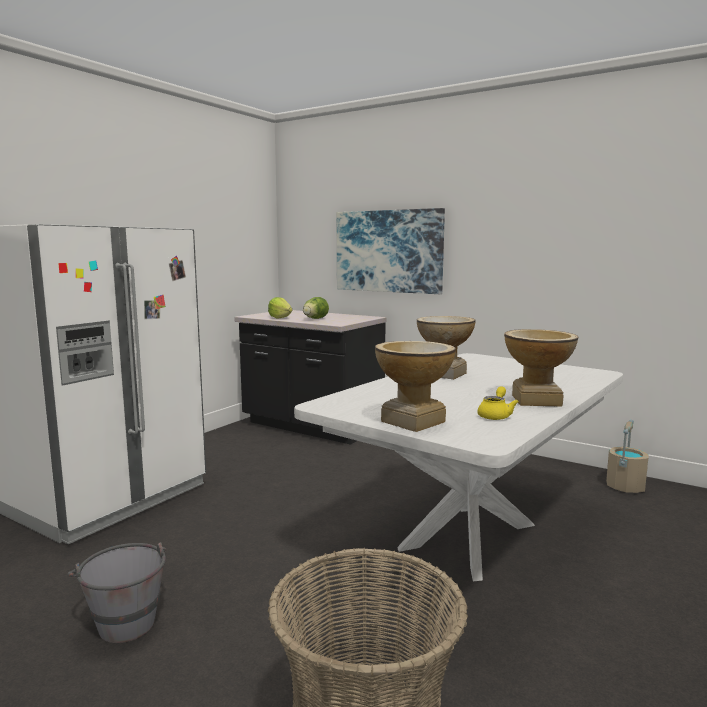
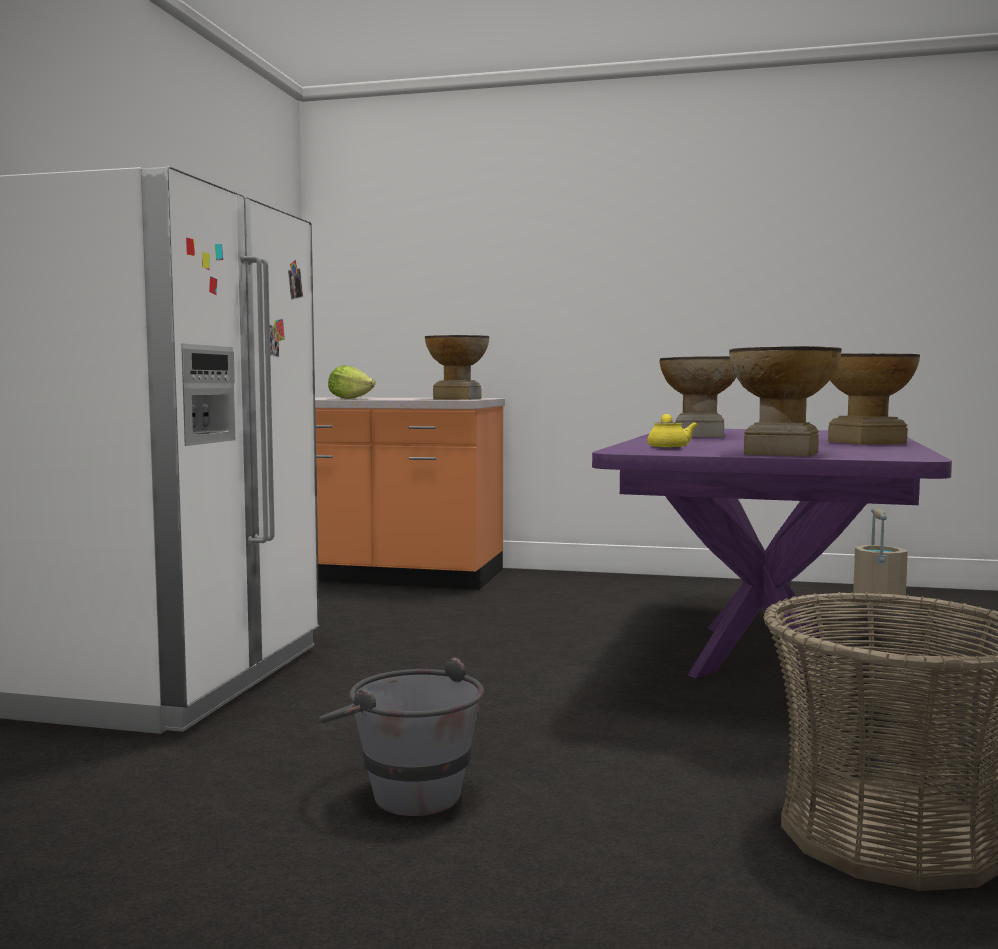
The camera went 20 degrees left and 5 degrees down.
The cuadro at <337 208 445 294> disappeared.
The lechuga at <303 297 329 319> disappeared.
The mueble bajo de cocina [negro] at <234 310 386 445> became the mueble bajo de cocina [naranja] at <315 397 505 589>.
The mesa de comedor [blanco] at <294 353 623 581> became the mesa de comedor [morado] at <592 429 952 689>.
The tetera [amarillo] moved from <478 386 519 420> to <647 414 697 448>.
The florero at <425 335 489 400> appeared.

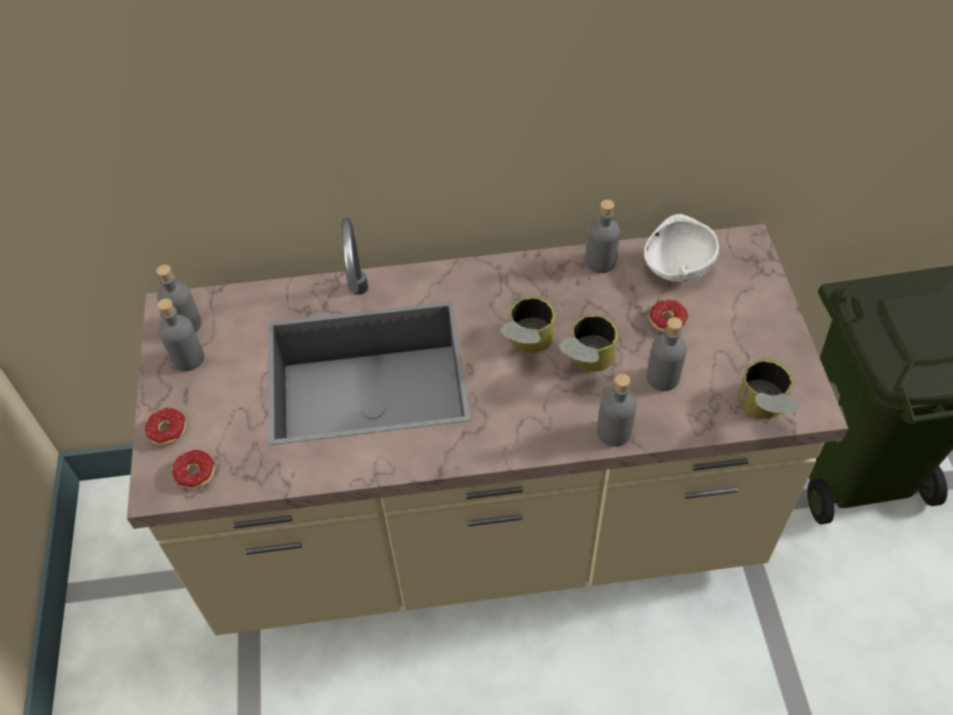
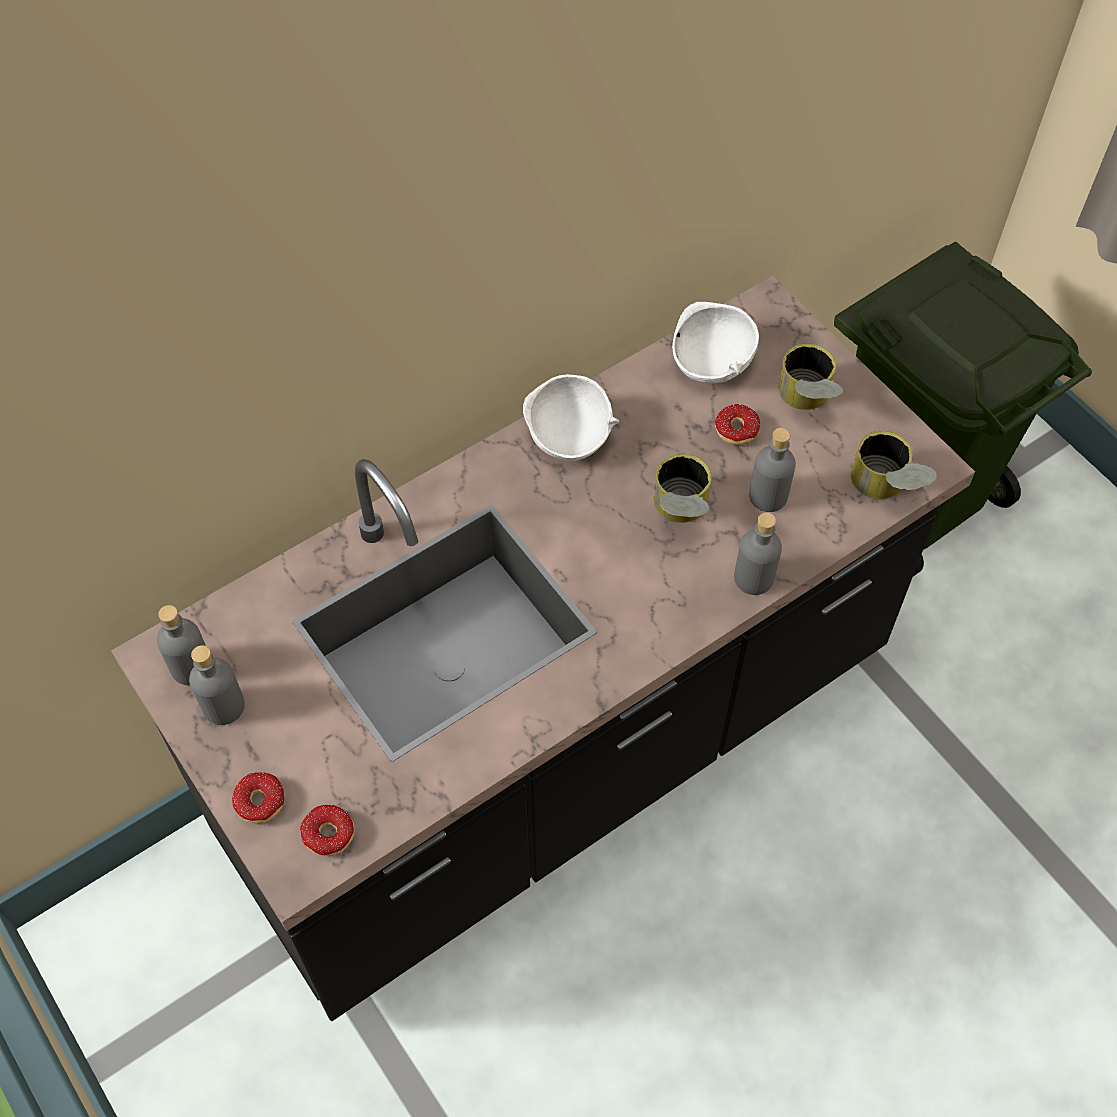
The camera went 30 degrees left and 5 degrees up.
The botella [gris] at <586 200 620 273> disappeared.
The mueble bajo de cocina [beis] at <127 218 849 635> became the mueble bajo de cocina [negro] at <111 276 975 1021>.
The lata moved from <500 296 556 353> to <778 343 843 410>.
The cuenco [blanco] at <523 374 620 461> appeared.

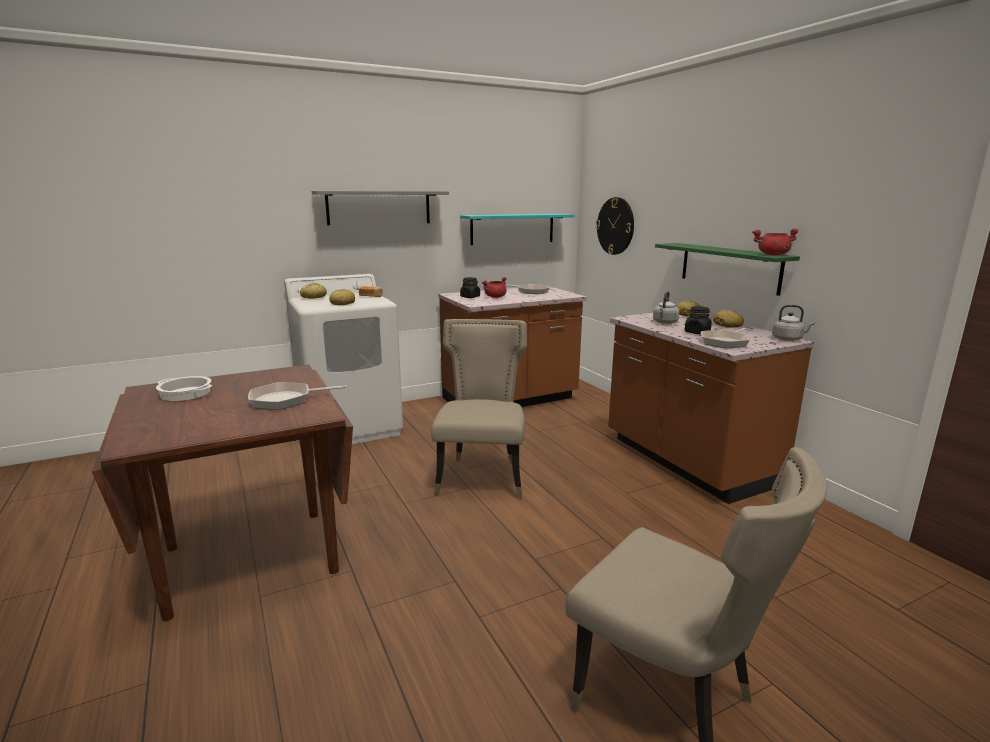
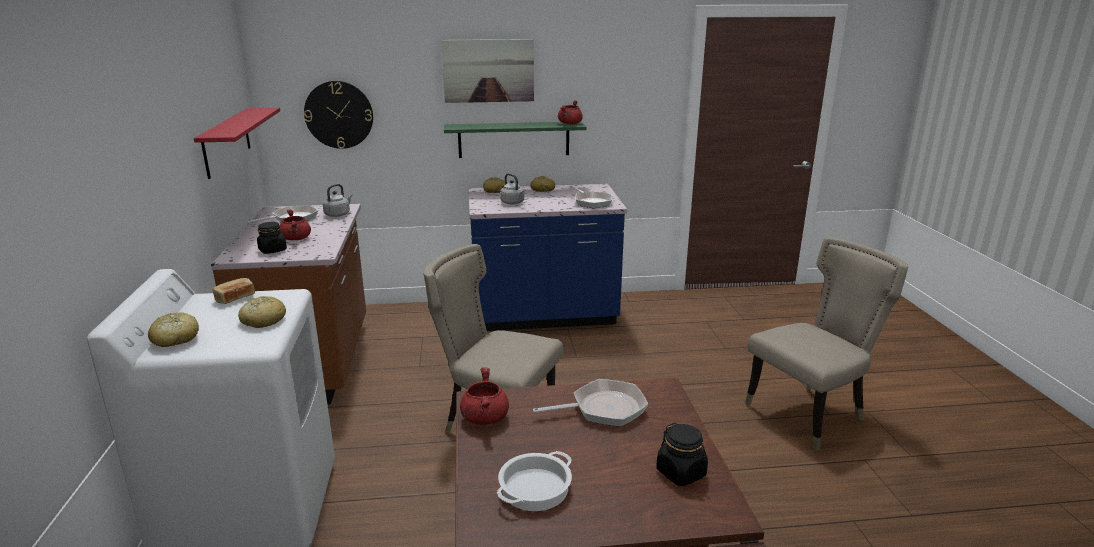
The camera went 70 degrees left and 5 degrees up.
The estante [gris] at <312 191 449 225> disappeared.
The estante [turquesa] at <460 214 575 245> became the estante [rojo] at <194 108 280 179>.
The hervidor [gris] moved from <772 305 815 341> to <323 184 353 217>.
The tarro [negro] moved from <685 306 712 334> to <656 423 708 486>.
The mueble bajo de cocina [marrón] at <608 313 814 504> became the mueble bajo de cocina [azul] at <468 184 627 331>.
The sartén at <248 382 346 410> turned 105 degrees counterclockwise.
The cuadro at <441 39 534 103> appeared.
The olla [rojo] at <460 367 509 425> appeared.

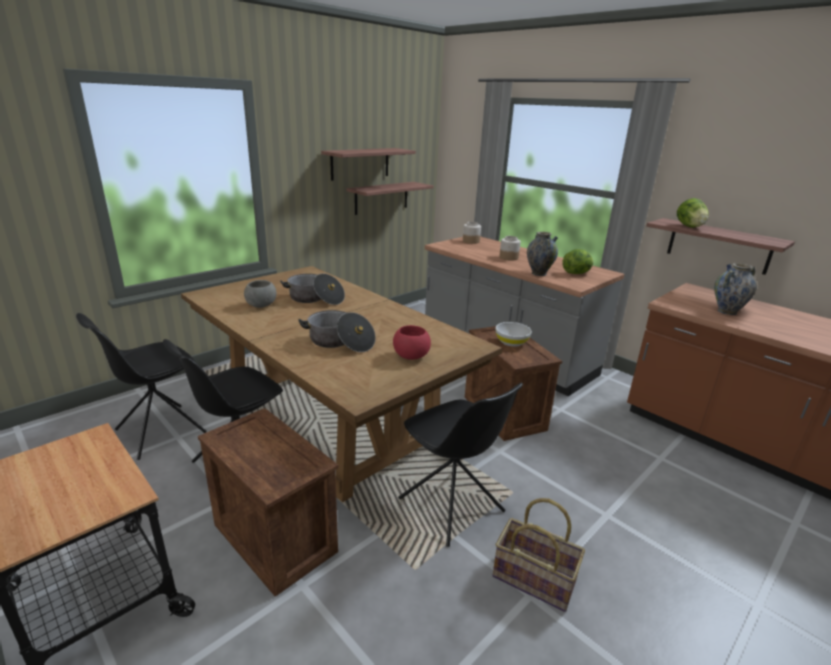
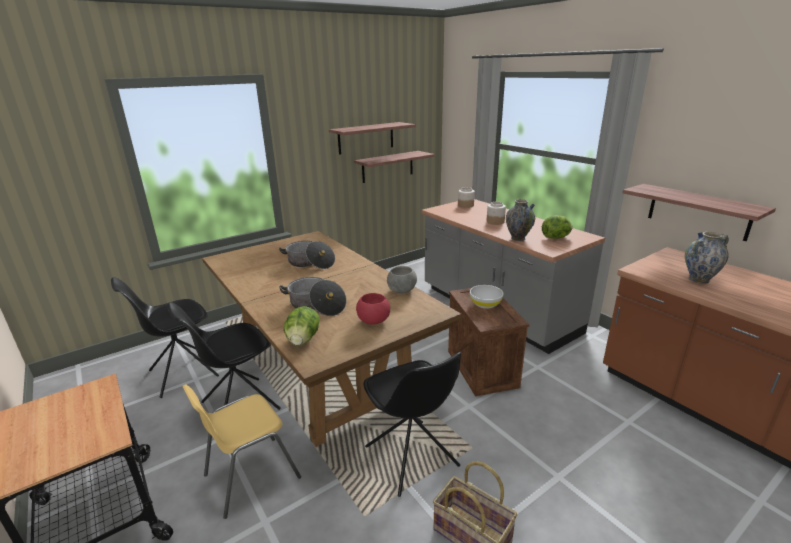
The camera went 10 degrees right and 0 degrees up.
The lechuga moved from <677 198 709 228> to <284 306 320 346>.
The cuenco [gris] moved from <244 280 276 308> to <387 266 417 294>.
The caja de embalaje at <198 408 339 597> was replaced by the silla [amarillo] at <182 384 301 519>.

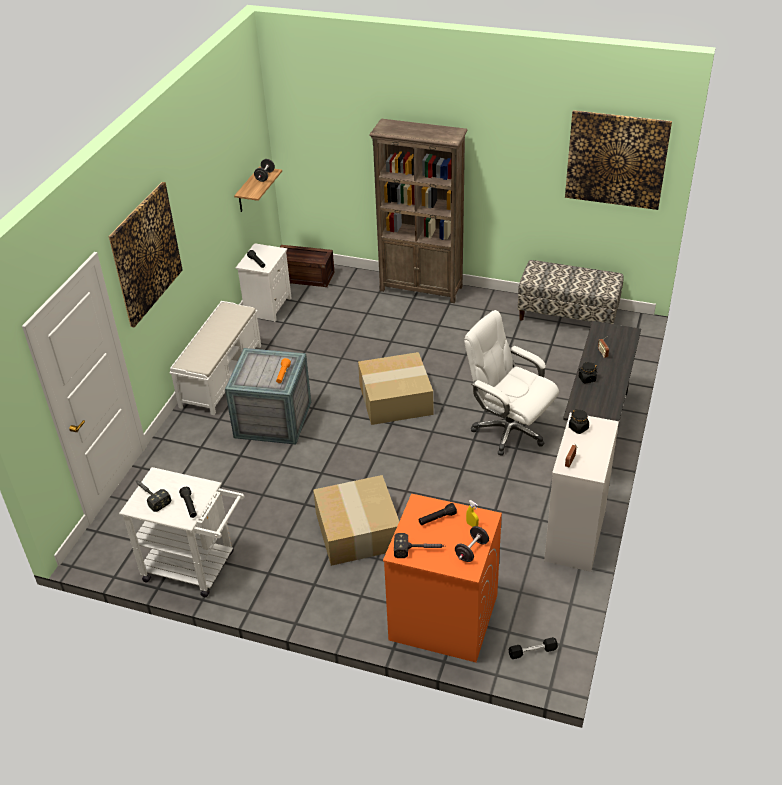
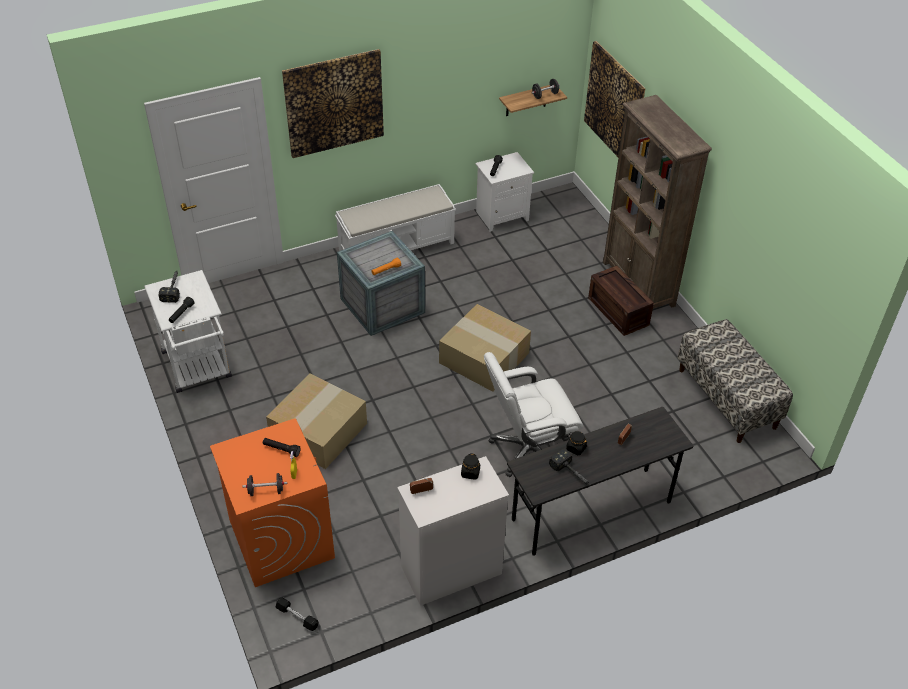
The camera went 45 degrees right and 5 degrees up.
The cuadro moved from <565 110 672 210> to <584 41 646 157>.
The caja de embalaje moved from <280 245 334 287> to <588 266 654 336>.
The silla de oficina [blanco] at <464 310 559 456> turned 105 degrees counterclockwise.
The martillo moved from <394 533 446 558> to <549 449 590 484>.

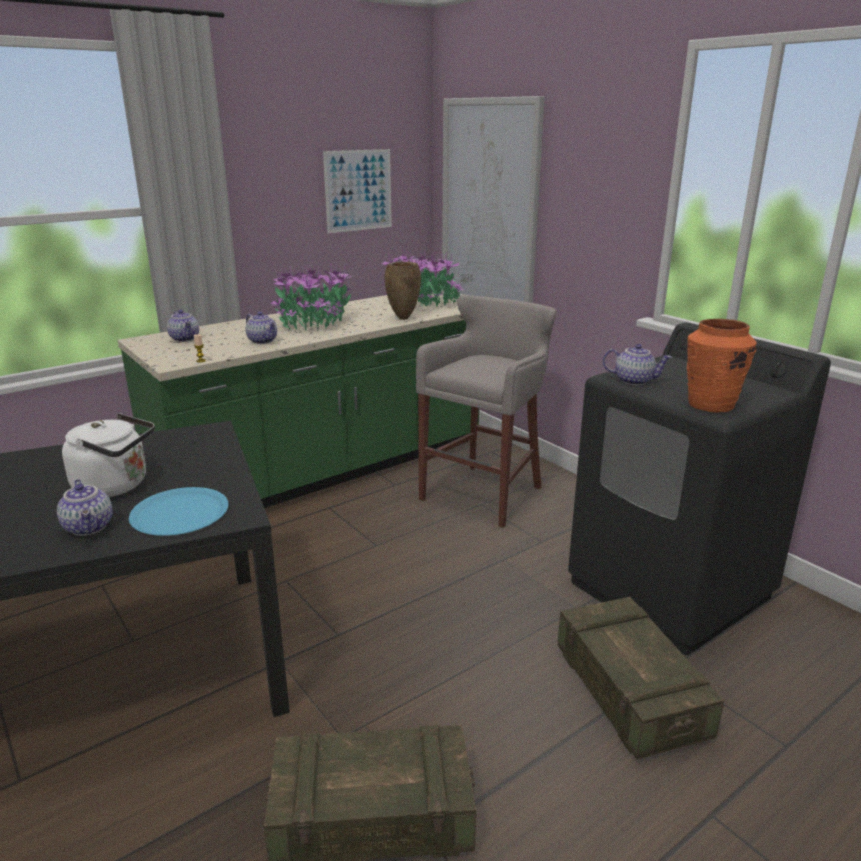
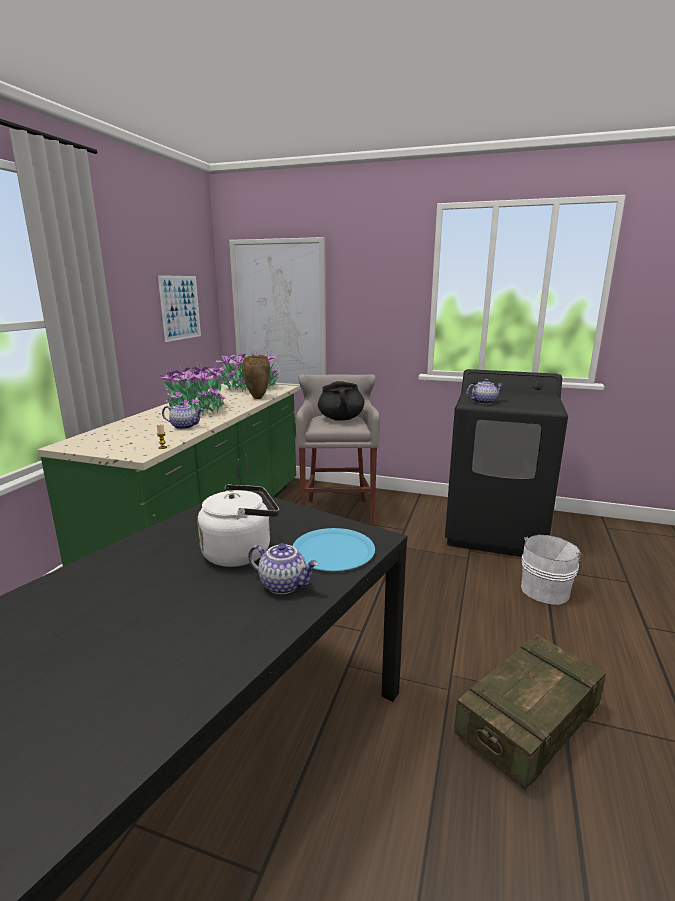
The camera went 35 degrees left and 5 degrees down.
The tetera at <167 310 199 342> disappeared.
The florero [naranja] at <687 319 757 413> disappeared.
The caja de embalaje at <558 597 724 759> was replaced by the cubo [blanco] at <521 535 584 605>.
The olla [negro] at <318 381 364 421> appeared.

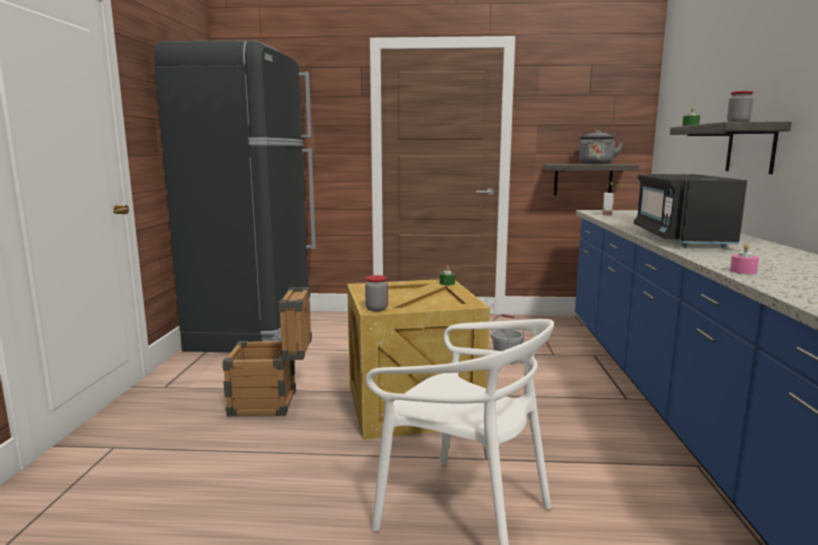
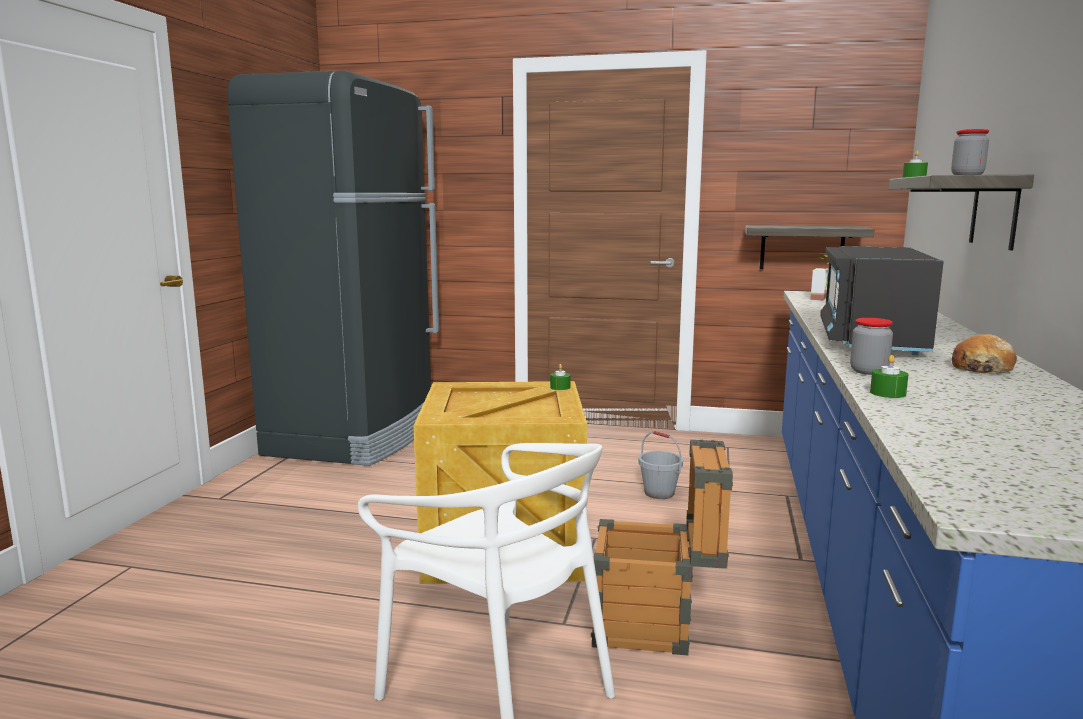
The camera went 10 degrees right and 0 degrees up.
The hervidor [gris] at <579 130 623 164> disappeared.
The vela [rosa] at <730 244 759 274> became the vela [verde] at <870 355 908 398>.
The tarro moved from <365 275 388 311> to <850 318 893 375>.
The caja de embalaje moved from <222 287 312 417> to <591 440 733 655>.
The pan at <952 334 1017 374> appeared.

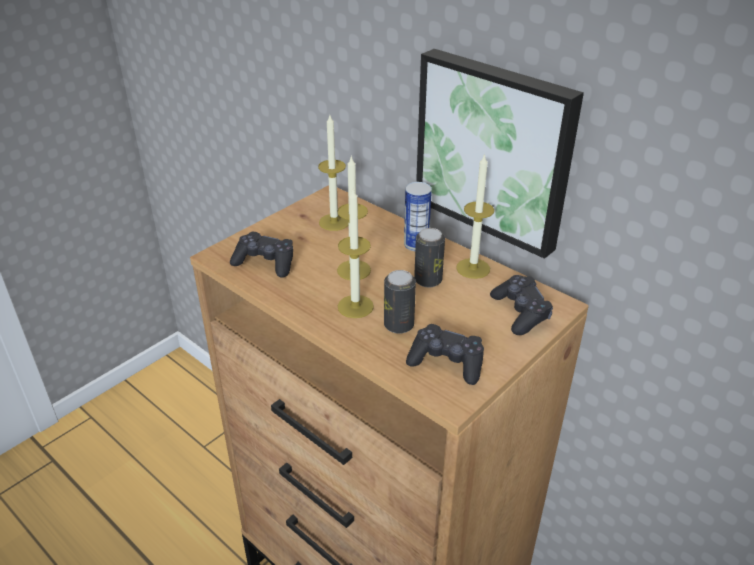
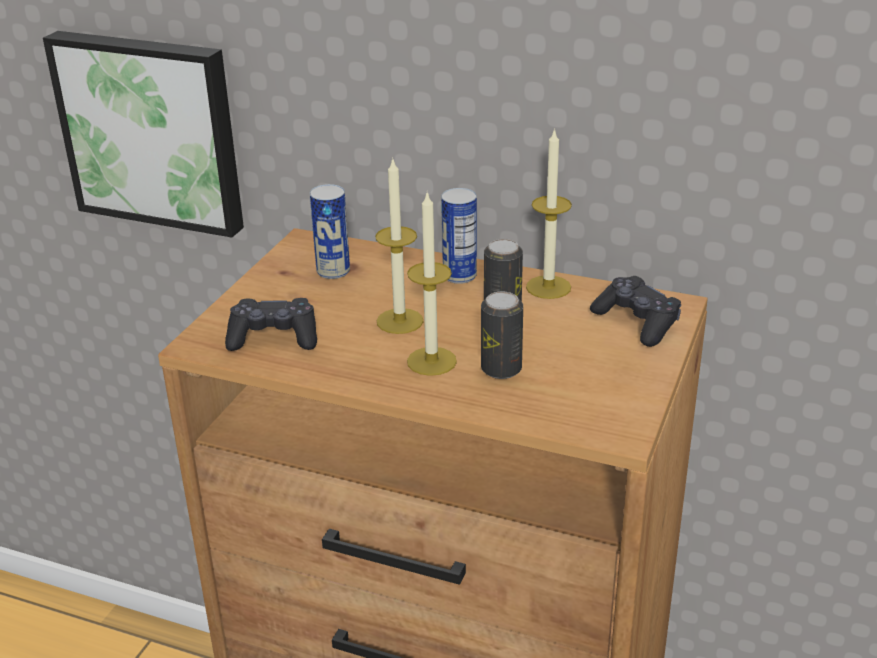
The camera went 20 degrees left and 5 degrees down.
The cuadro moved from <416 49 584 259> to <43 31 244 238>.
The vela at <318 115 348 231> was replaced by the lata at <310 184 350 279>.
The mando de consola [negro] at <406 324 484 385> disappeared.

